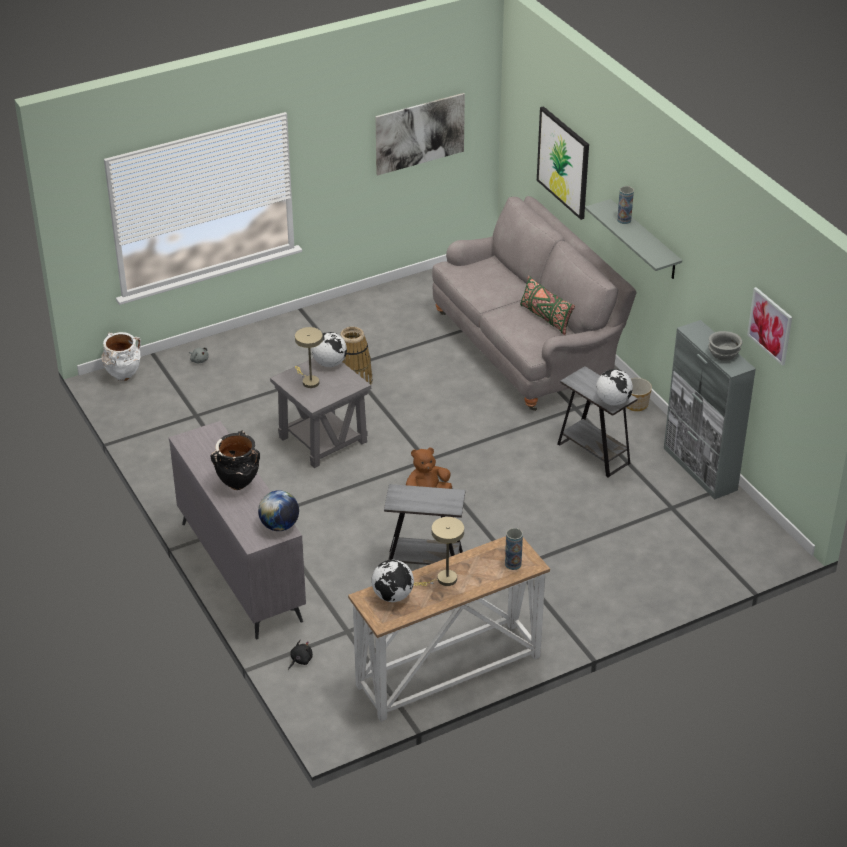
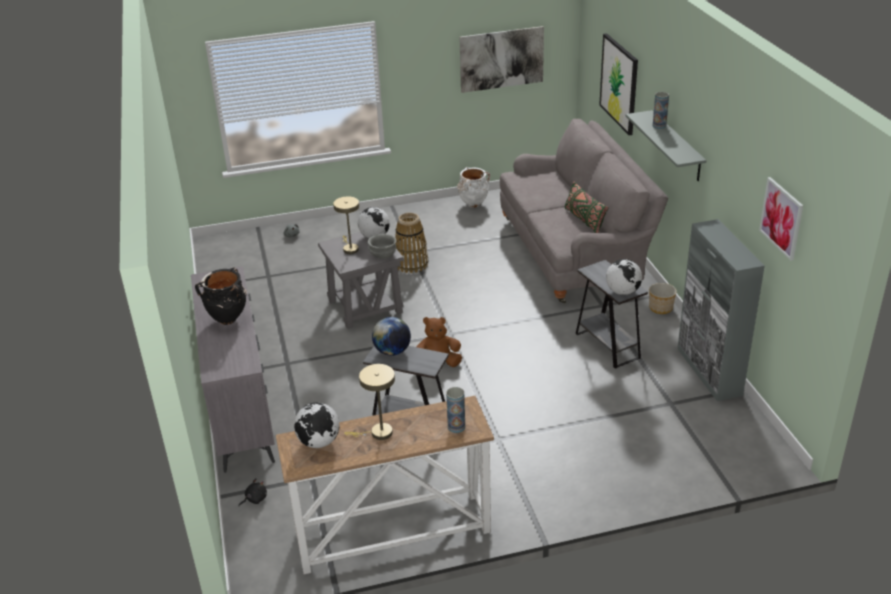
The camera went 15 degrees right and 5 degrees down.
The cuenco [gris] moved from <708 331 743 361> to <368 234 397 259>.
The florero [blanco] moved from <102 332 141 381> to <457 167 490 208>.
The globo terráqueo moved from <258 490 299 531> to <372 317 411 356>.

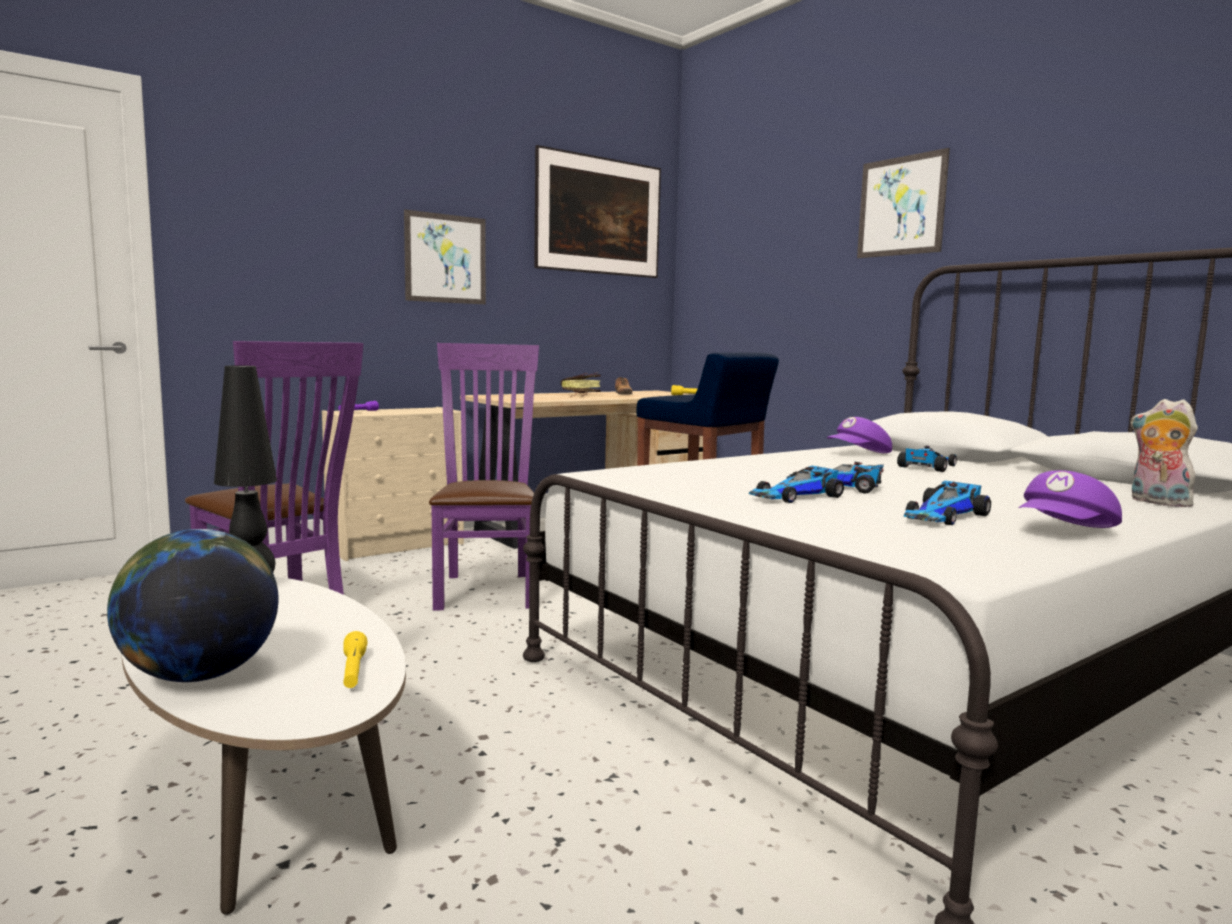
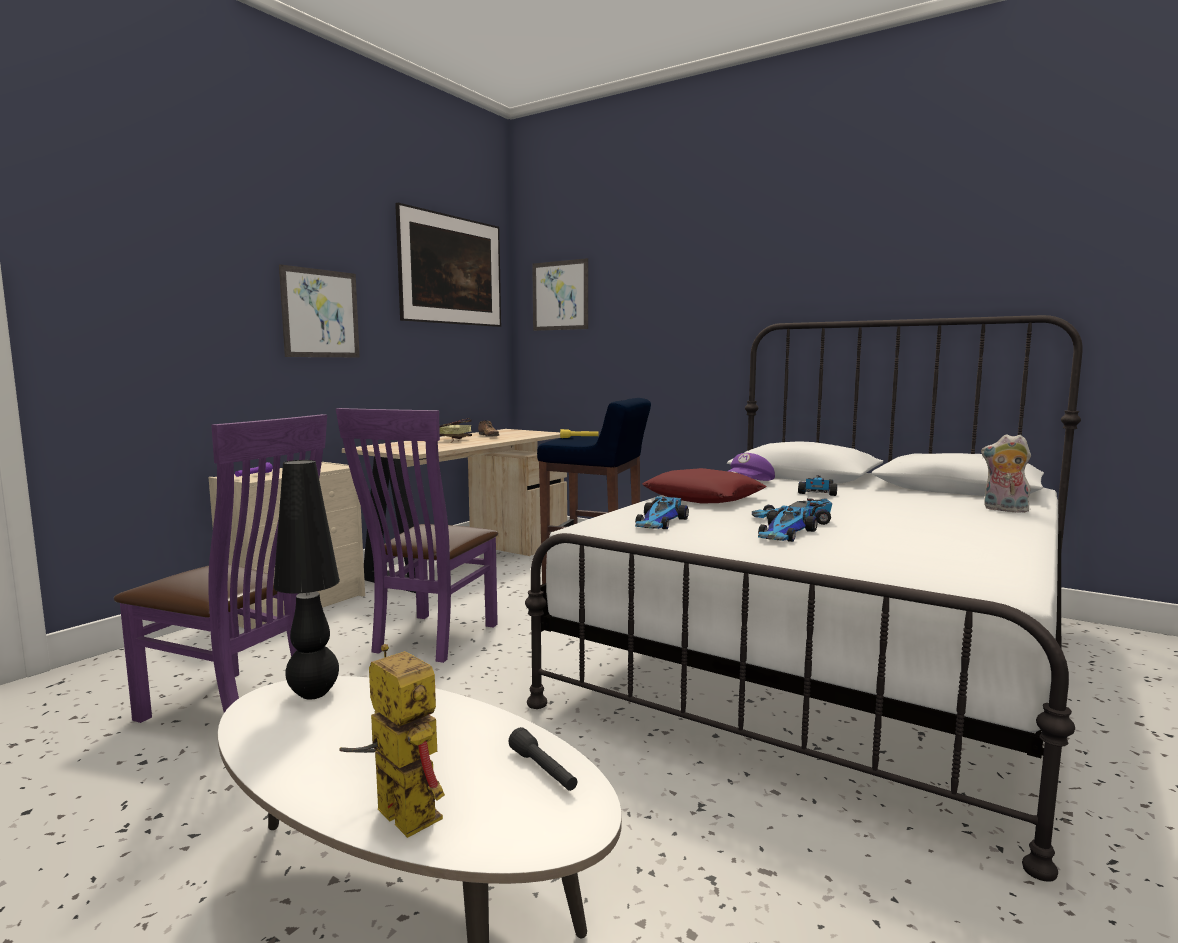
The camera went 20 degrees left and 0 degrees up.
The cuadro moved from <857 148 950 258> to <532 258 588 331>.
The silla [morado] at <429 343 539 611> turned 135 degrees counterclockwise.
The gorra [morado] at <1019 470 1122 528> disappeared.
The coche de juguete moved from <904 480 991 525> to <635 496 689 529>.
The globo terráqueo at <107 529 278 682> was replaced by the robot de juguete at <339 644 445 838>.
The linterna [amarillo] at <343 631 367 688> became the linterna [negro] at <508 727 577 791>.
The cojín [rojo] at <642 468 767 504> appeared.

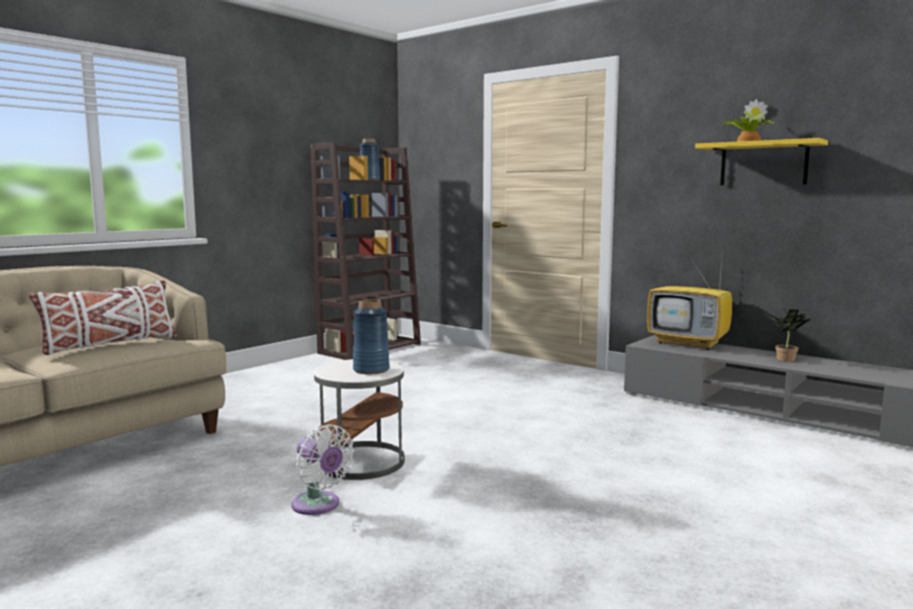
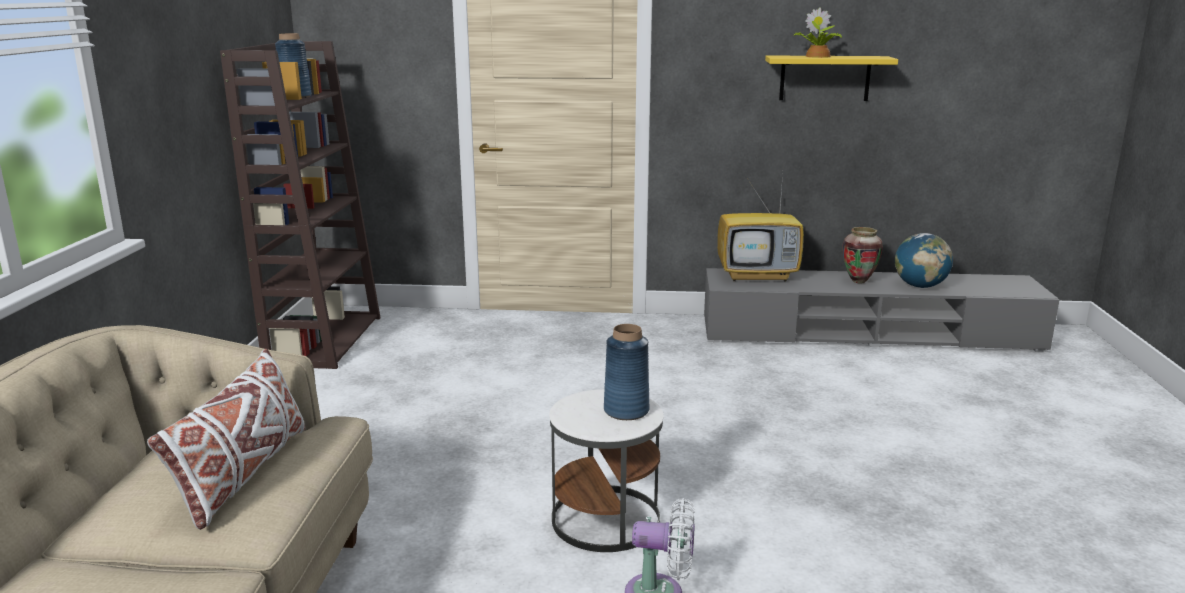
The camera went 35 degrees left and 10 degrees up.
The planta en maceta at <764 307 811 362> was replaced by the florero at <842 227 883 283>.
The globo terráqueo at <895 233 953 288> appeared.

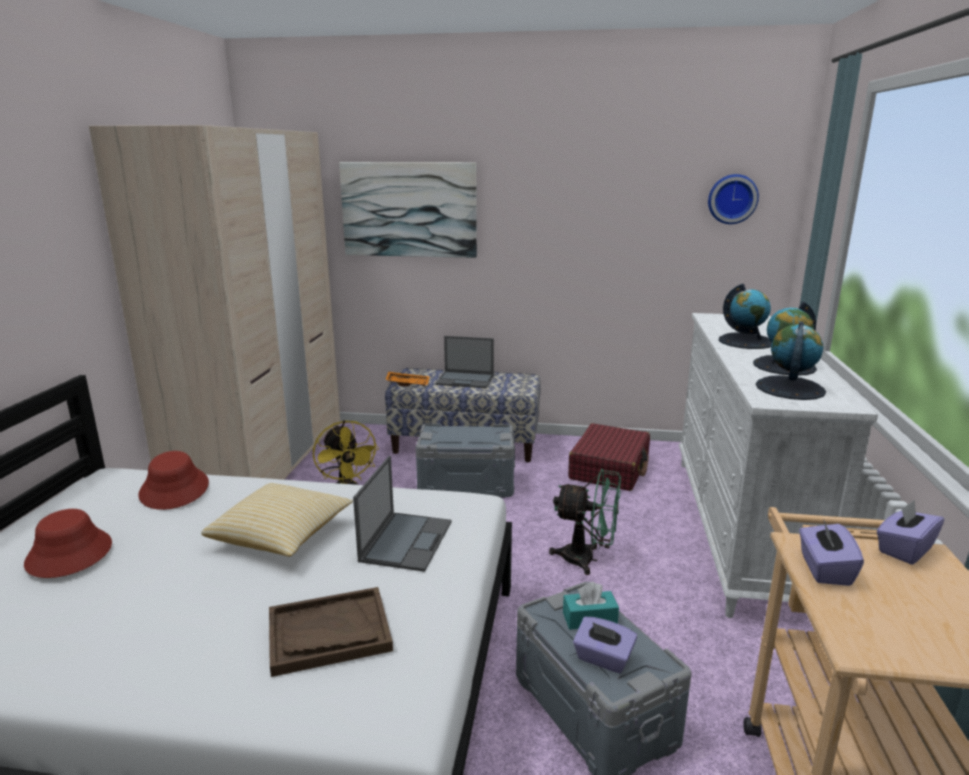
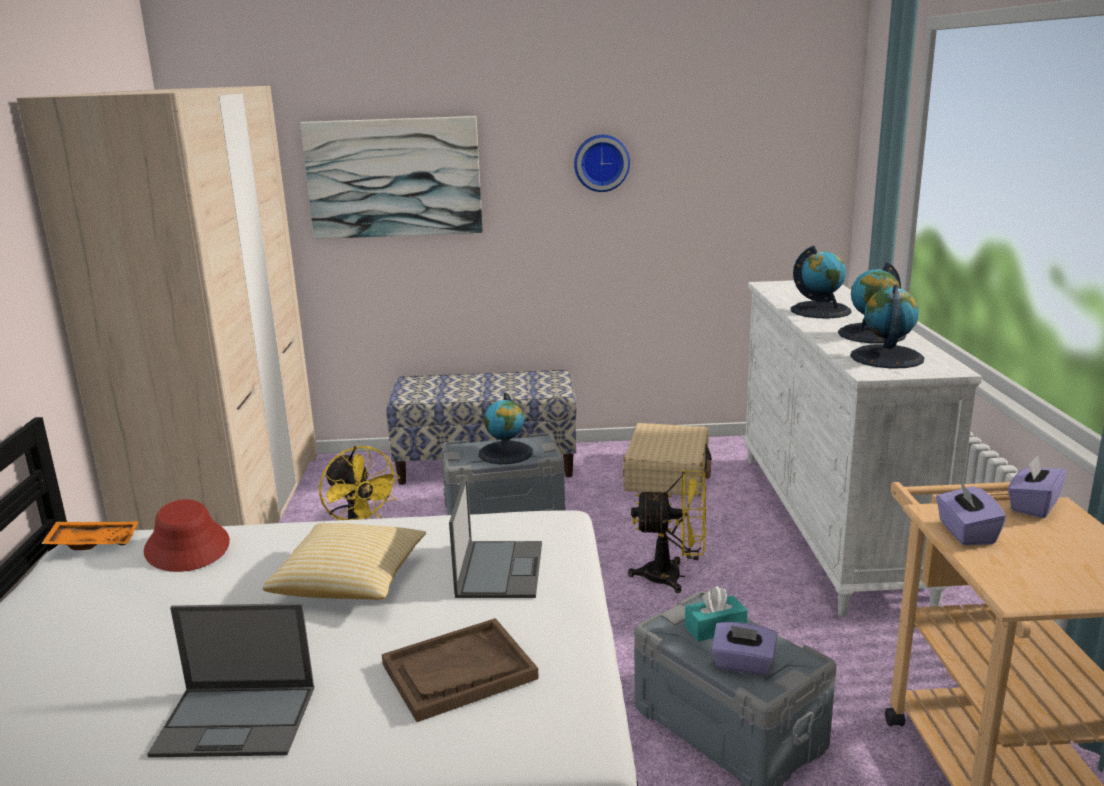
The camera went 10 degrees left and 0 degrees up.
The reloj de pared moved from <708 174 759 224> to <574 135 630 192>.
The portátil moved from <435 336 494 388> to <147 603 314 758>.
The bandeja [naranja] moved from <385 372 430 386> to <41 521 139 550>.
The maleta [rojo] at <568 423 650 491> became the maleta [beis] at <623 423 712 497>.
The ventilador [verde] at <549 469 621 575> became the ventilador [amarillo] at <628 470 707 593>.
The sombrero [rojo] at <24 509 112 578> disappeared.
The globo terráqueo at <478 392 533 464> appeared.

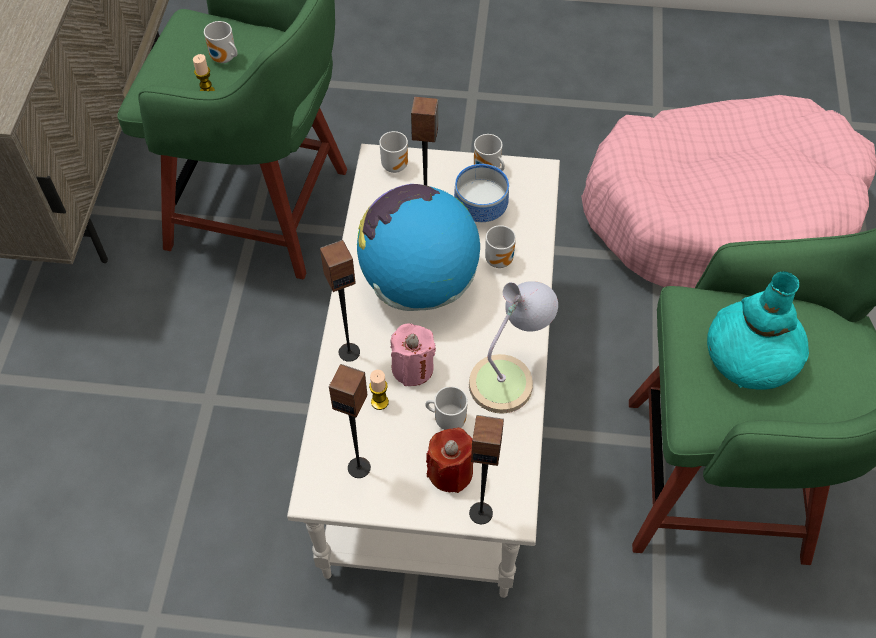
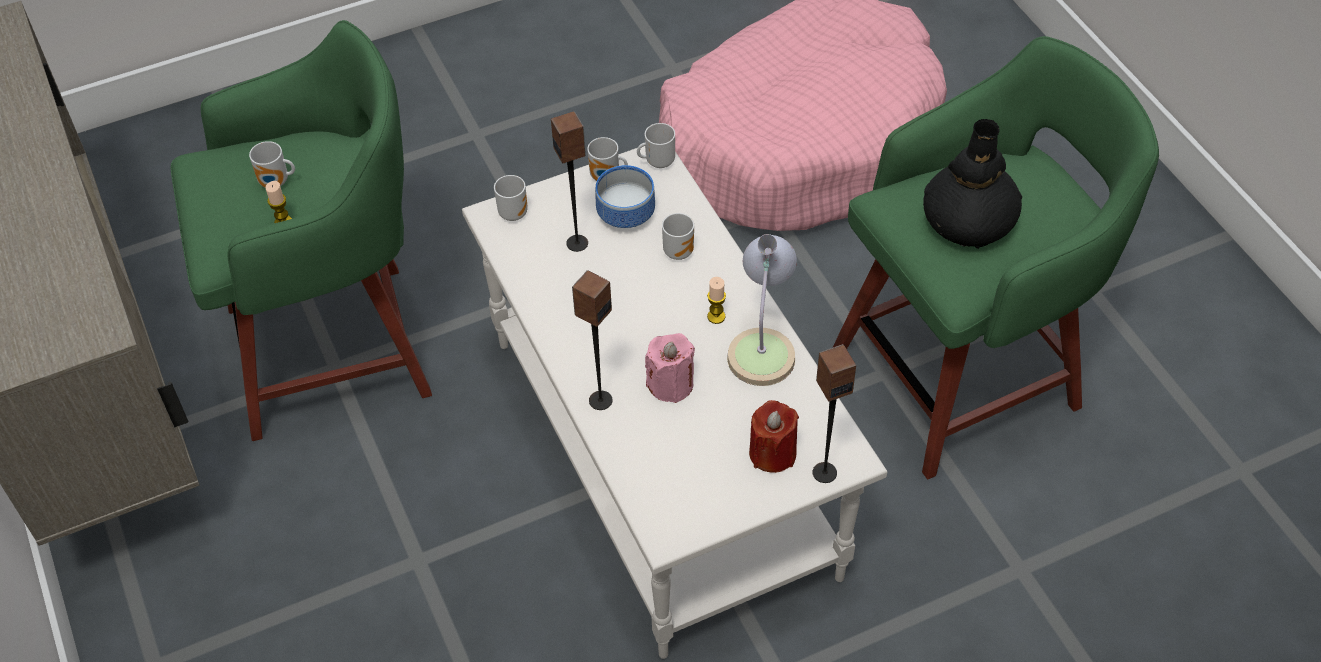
The camera went 30 degrees left and 5 degrees down.
The globo terráqueo at <357 184 480 311> disappeared.
The florero [turquesa] at <707 272 809 390> became the florero [negro] at <923 119 1022 249>.
The altavoz at <329 364 371 478> disappeared.
The vela moved from <369 370 389 410> to <707 277 726 324>.
The taza grande moved from <425 386 468 430> to <637 123 675 168>.

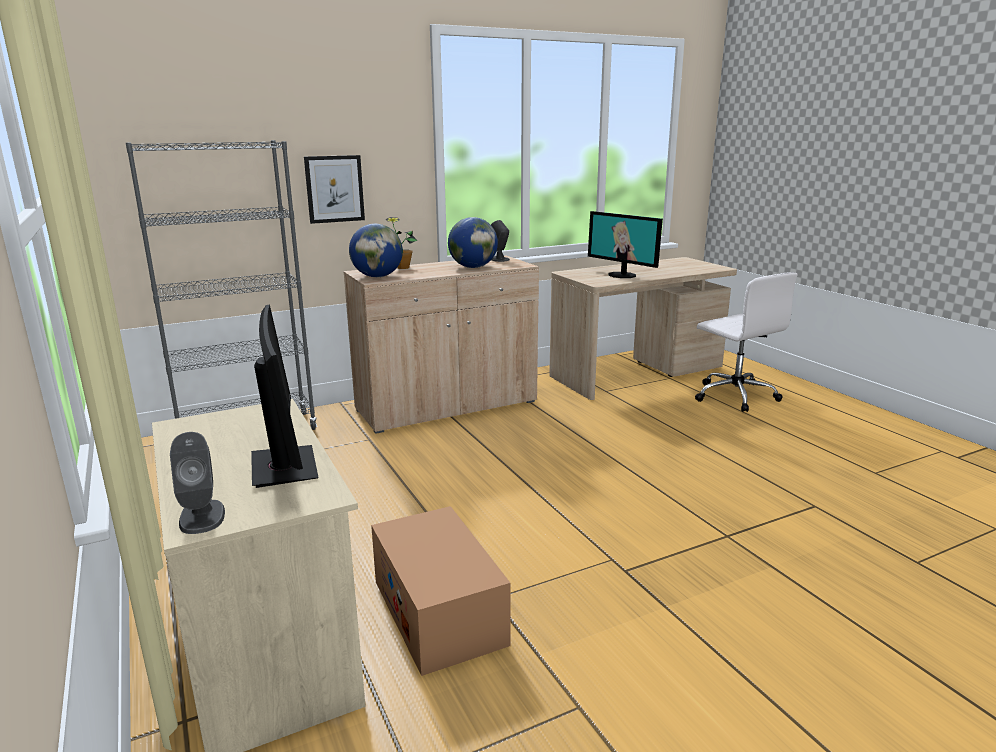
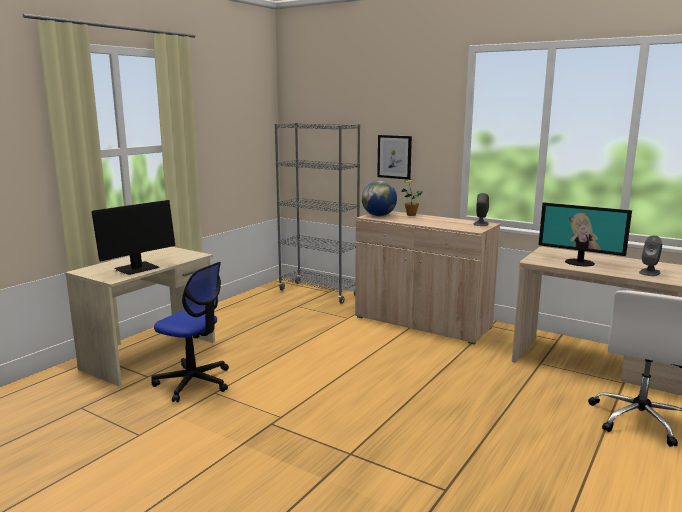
The camera went 60 degrees right and 5 degrees down.
The monitor at <588 211 663 278> turned 75 degrees counterclockwise.
The globo terráqueo at <448 217 498 268> disappeared.
The altavoz [gris] moved from <170 432 225 534> to <639 235 662 276>.
The caja de cartón at <371 506 510 676> was replaced by the silla de oficina at <151 262 229 402>.

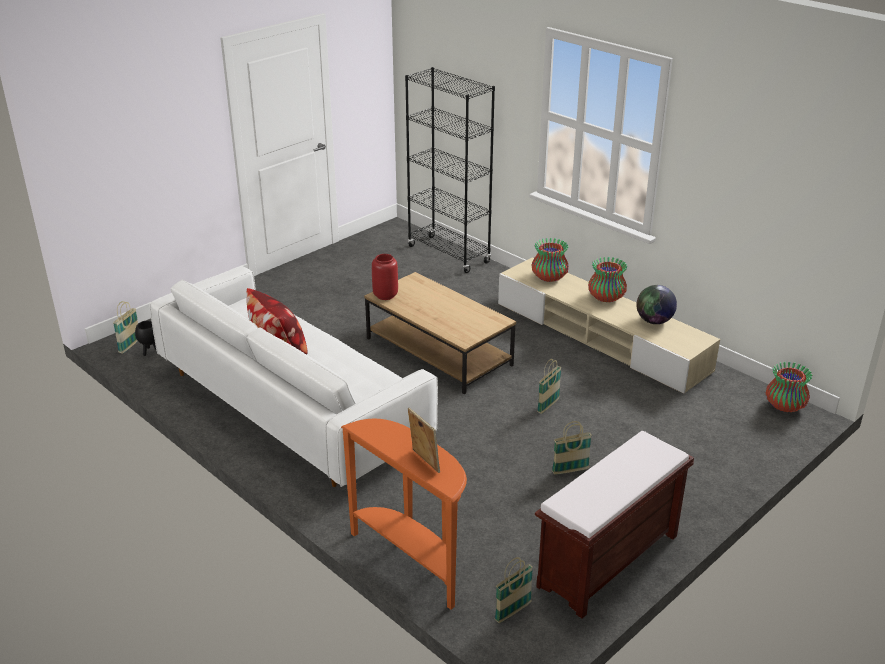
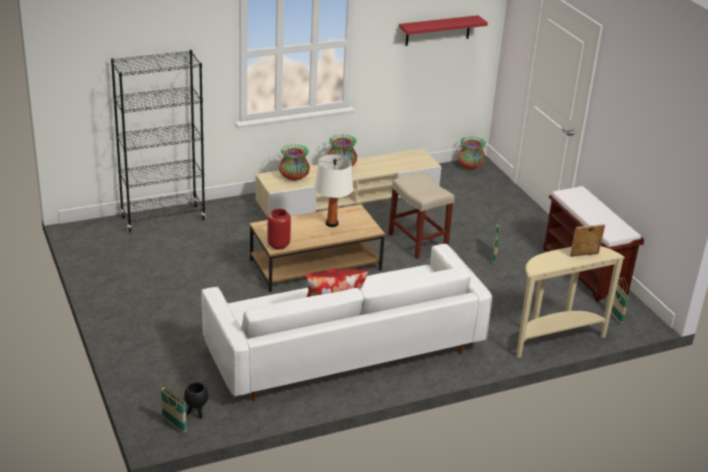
The camera went 70 degrees left and 0 degrees up.
The globo terráqueo at <636 285 677 324> disappeared.
The cesta at <537 359 562 414> was replaced by the taburete [beis] at <388 172 454 259>.
The mesa consola [naranja] at <341 419 467 610> became the mesa consola [beis] at <516 246 625 358>.
The estante [rojo] at <399 15 488 46> appeared.
The lámpara de mesa [blanco] at <314 154 353 227> appeared.

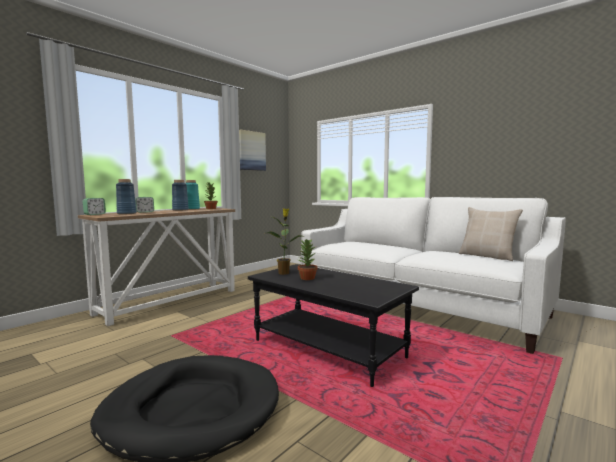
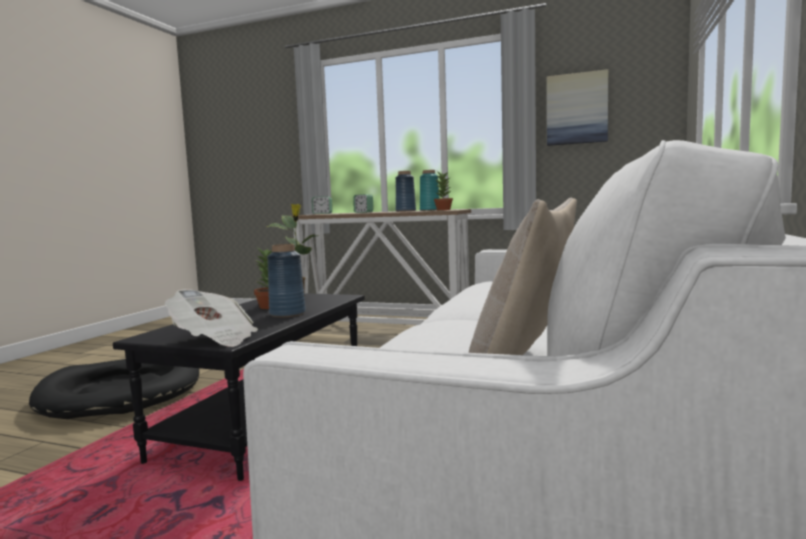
The camera went 70 degrees right and 0 degrees up.
The florero [azul] moved from <116 179 137 214> to <267 244 306 317>.
The periódico at <165 289 258 347> appeared.

